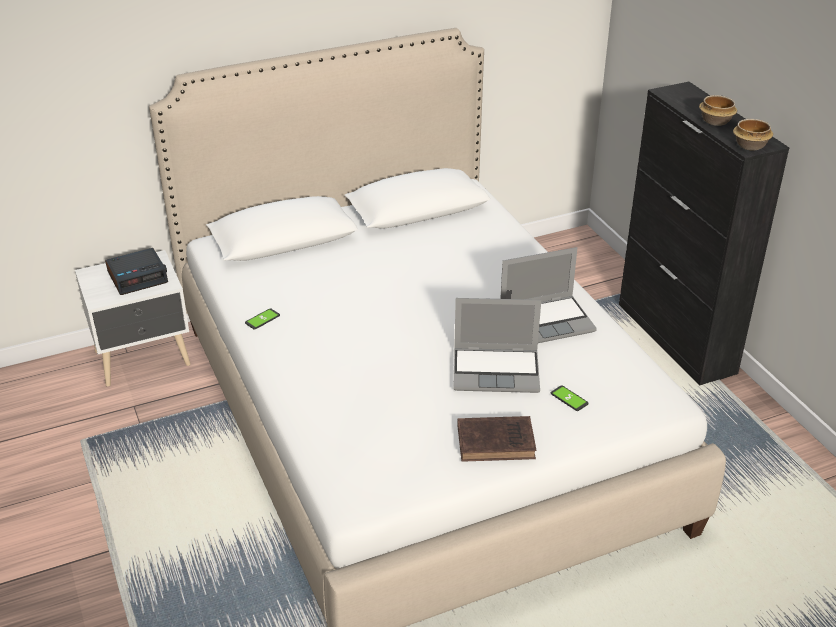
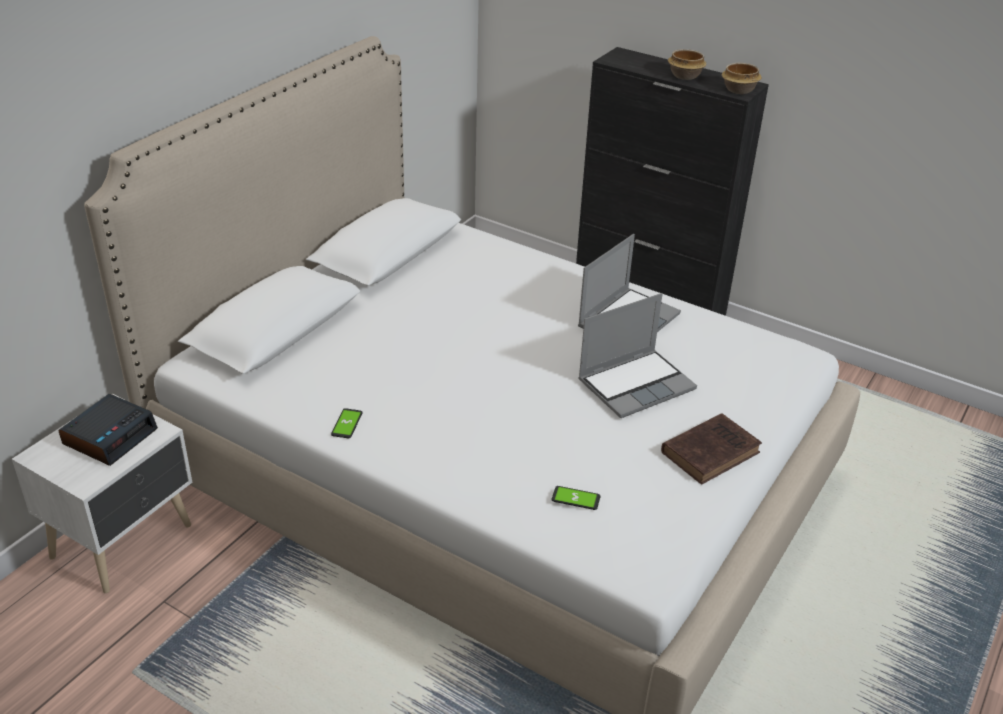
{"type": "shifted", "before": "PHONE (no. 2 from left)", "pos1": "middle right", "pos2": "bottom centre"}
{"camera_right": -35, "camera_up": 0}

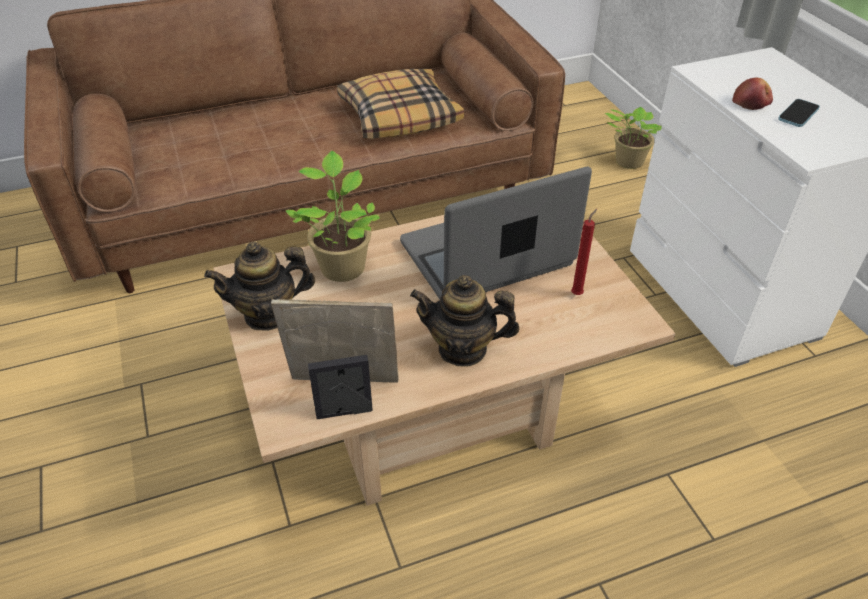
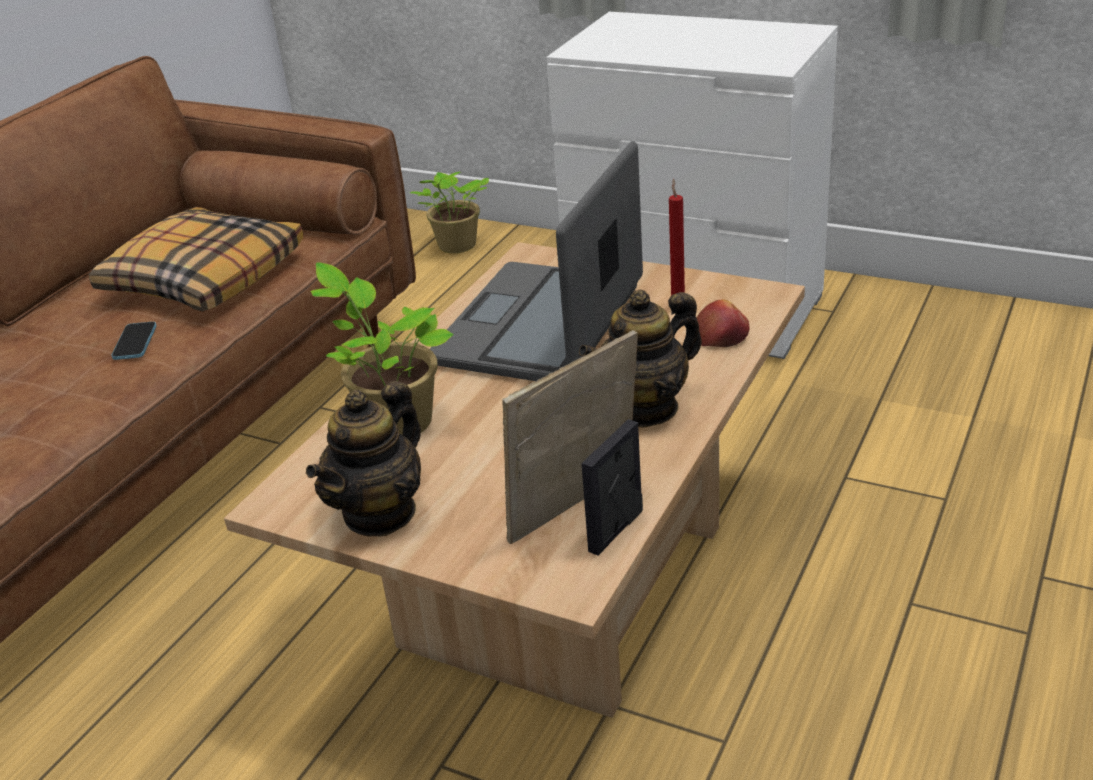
{"type": "shifted", "before": "APPLE", "pos1": "top right", "pos2": "centre"}
{"type": "shifted", "before": "PHONE", "pos1": "top right", "pos2": "middle left"}
{"camera_right": -40, "camera_up": -10}

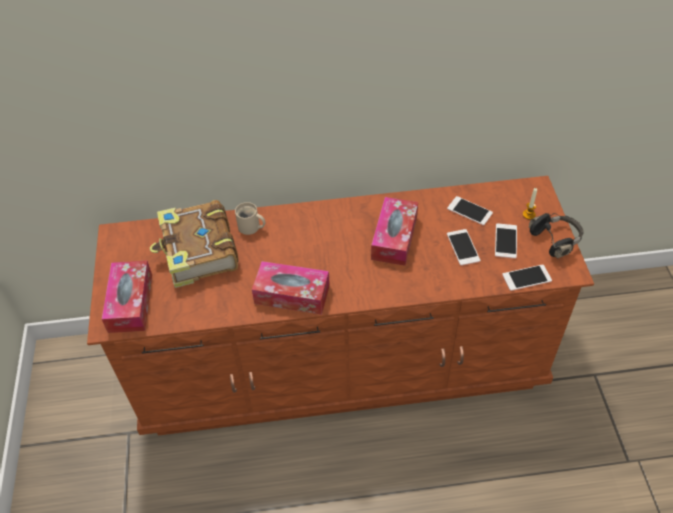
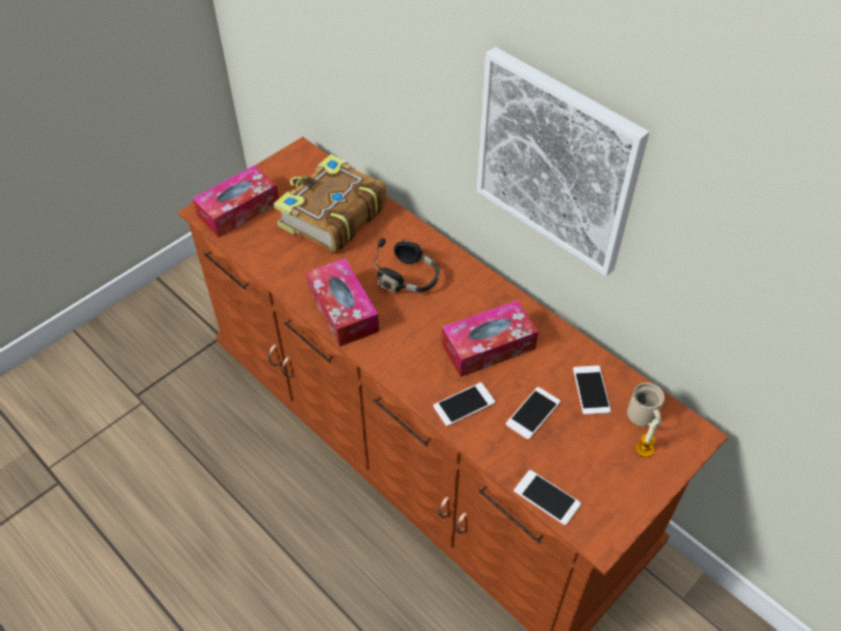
{"type": "shifted", "before": "BEIGE MUG", "pos1": "centre", "pos2": "middle right"}
{"type": "shifted", "before": "PHONE (no. 3 from left in the first image)", "after": "PHONE (no. 1 from left)", "pos1": "middle right", "pos2": "centre"}
{"type": "shifted", "before": "BLACK HEADPHONES", "pos1": "middle right", "pos2": "centre"}
{"type": "new", "after": "PICTURE", "pos2": "top right"}
{"camera_right": 50, "camera_up": 0}

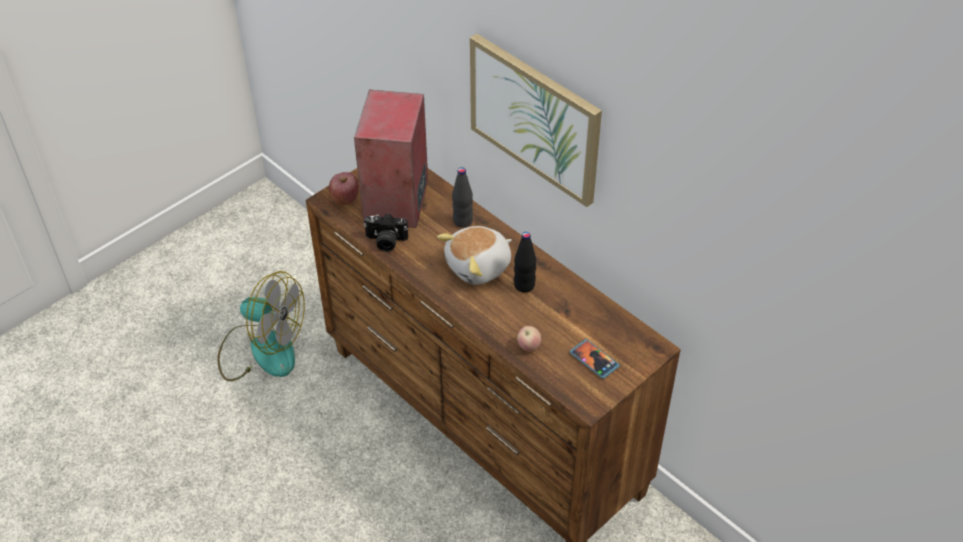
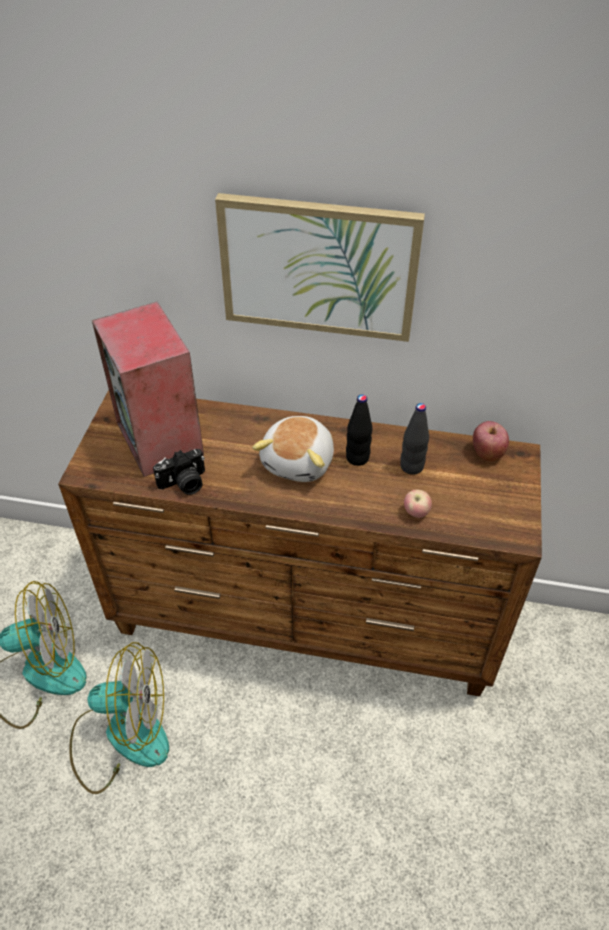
{"type": "shifted", "before": "APPLE (no. 1 from left in the first image)", "after": "APPLE (no. 2 from left)", "pos1": "centre", "pos2": "middle right"}
{"type": "shifted", "before": "BLACK BOTTLE (no. 1 from left in the first image)", "after": "BLACK BOTTLE (no. 2 from left)", "pos1": "centre", "pos2": "middle right"}
{"type": "gone", "before": "PHONE", "pos1": "centre"}
{"type": "new", "after": "FAN (no. 2 from left)", "pos2": "bottom left"}
{"camera_right": -35, "camera_up": 0}

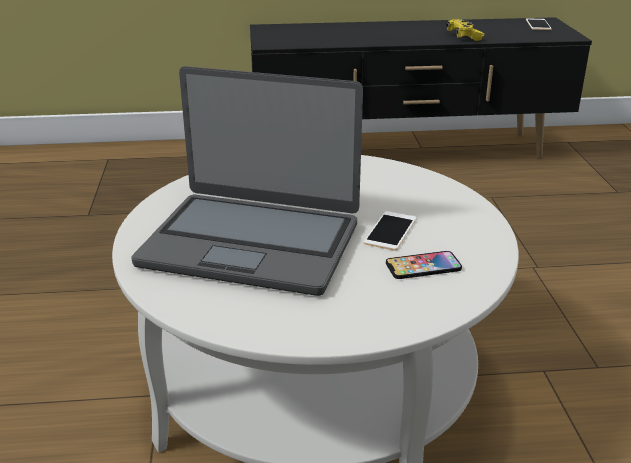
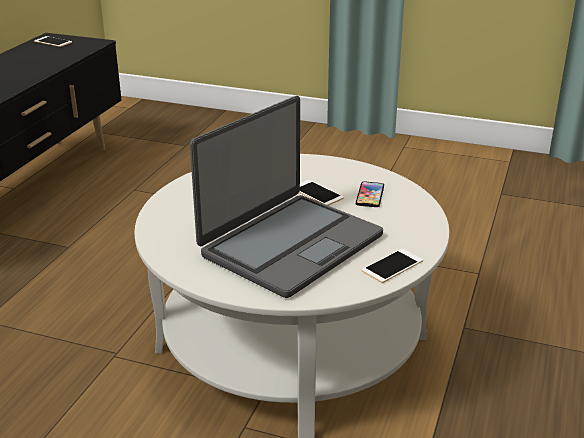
{"type": "gone", "before": "YELLOW GAME CONTROLLER", "pos1": "top right"}
{"type": "new", "after": "PHONE (no. 4 from left)", "pos2": "middle right"}
{"camera_right": -65, "camera_up": 0}

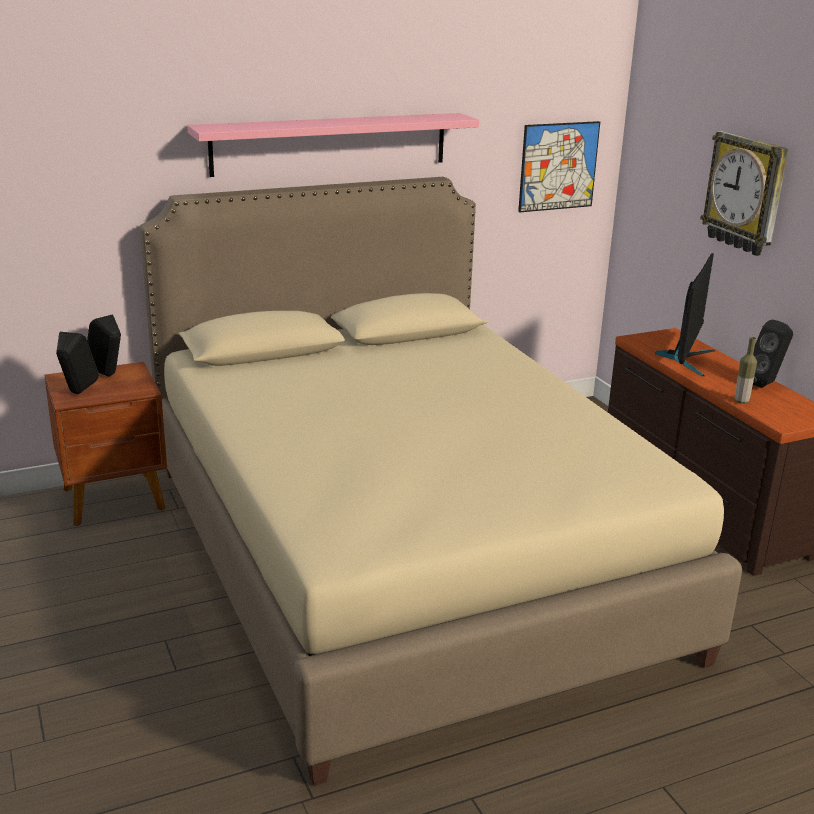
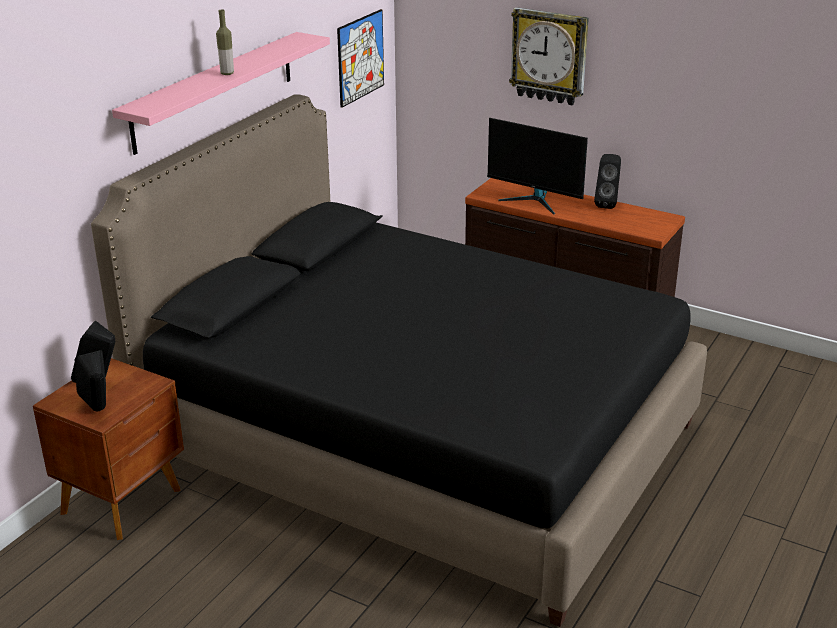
{"type": "repainted", "before": "BEIGE BED", "after": "BLACK BED", "pos1": "centre", "pos2": "centre"}
{"type": "rotated", "before": "MONITOR", "pos1": "middle right", "pos2": "top centre", "turn": 135}
{"type": "shifted", "before": "BOTTLE", "pos1": "middle right", "pos2": "top left"}
{"camera_right": -35, "camera_up": 5}

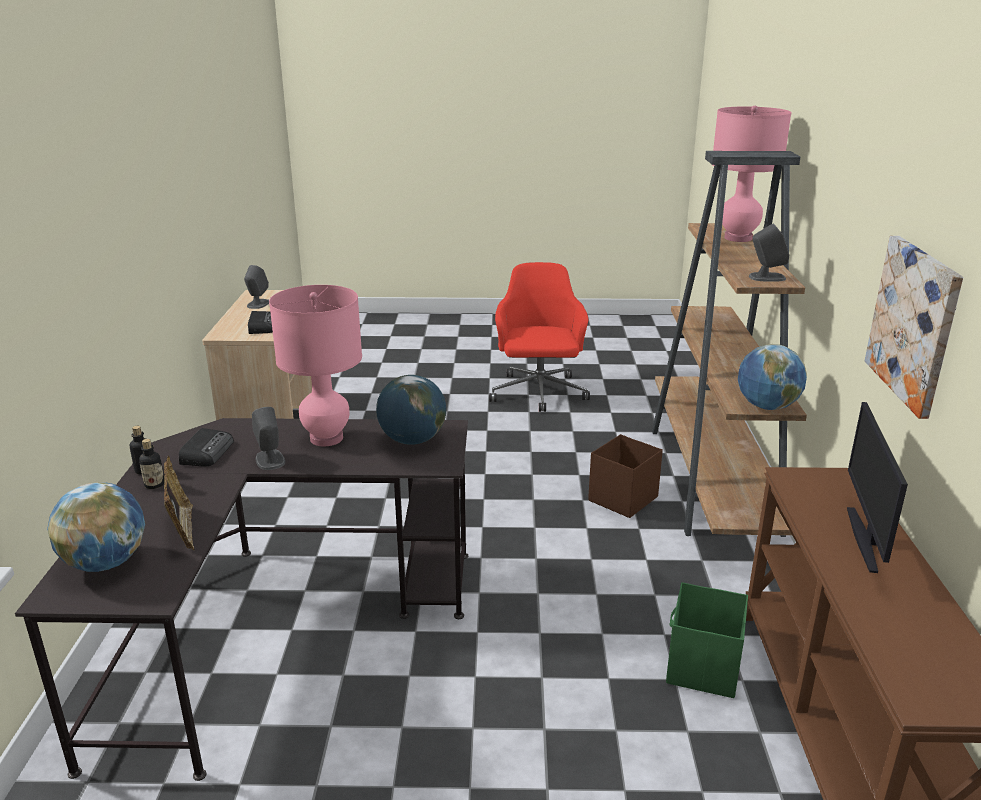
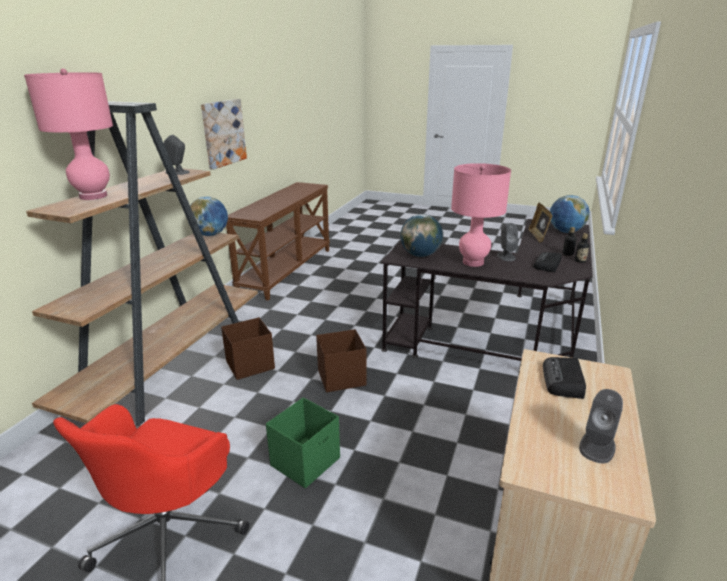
{"type": "shifted", "before": "GREEN STORAGE BOX", "pos1": "bottom right", "pos2": "bottom centre"}
{"type": "gone", "before": "MONITOR", "pos1": "middle right"}
{"type": "new", "after": "BROWN STORAGE BOX (no. 2 from left)", "pos2": "centre"}
{"camera_right": -160, "camera_up": 0}

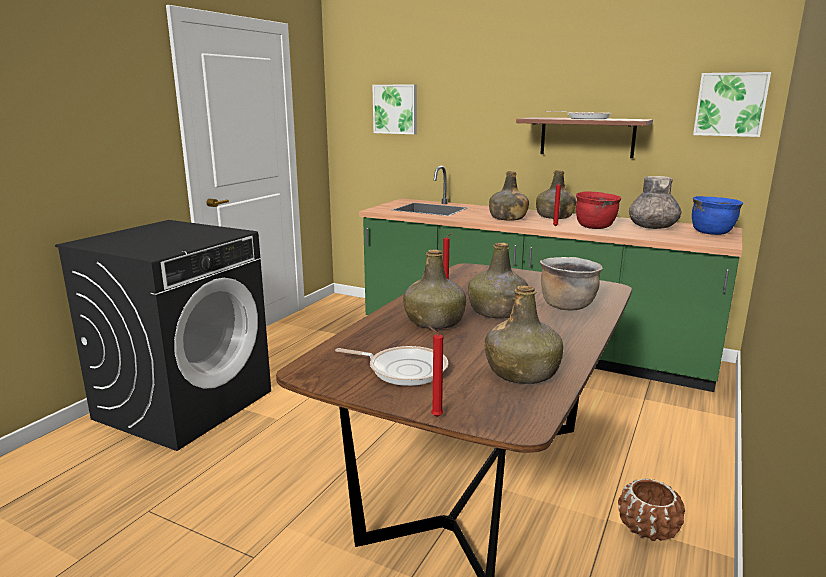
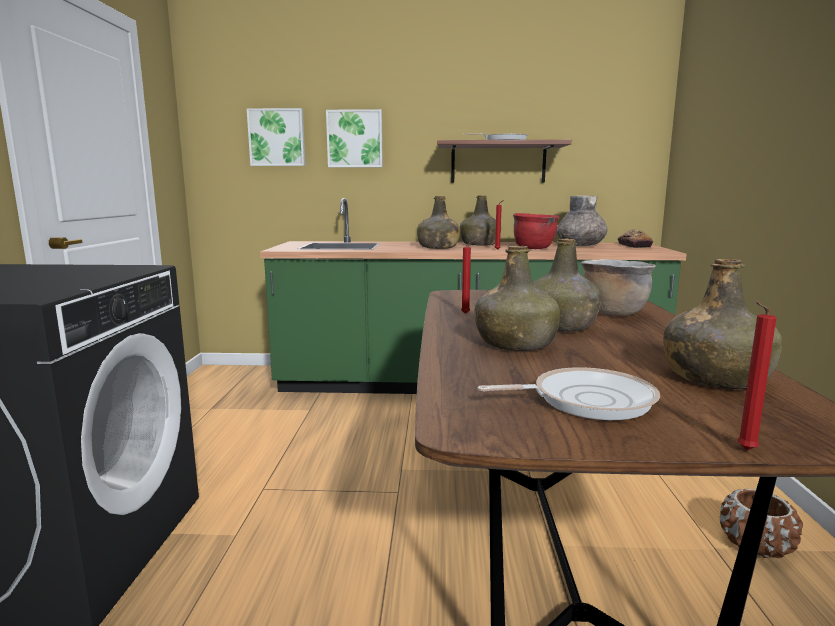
{"type": "swapped", "before": "BLUE COOKING POT", "after": "BREAD", "pos1": "middle right", "pos2": "middle right"}
{"type": "shifted", "before": "PICTURE (no. 2 from left)", "pos1": "top right", "pos2": "top centre"}
{"camera_right": -25, "camera_up": -5}

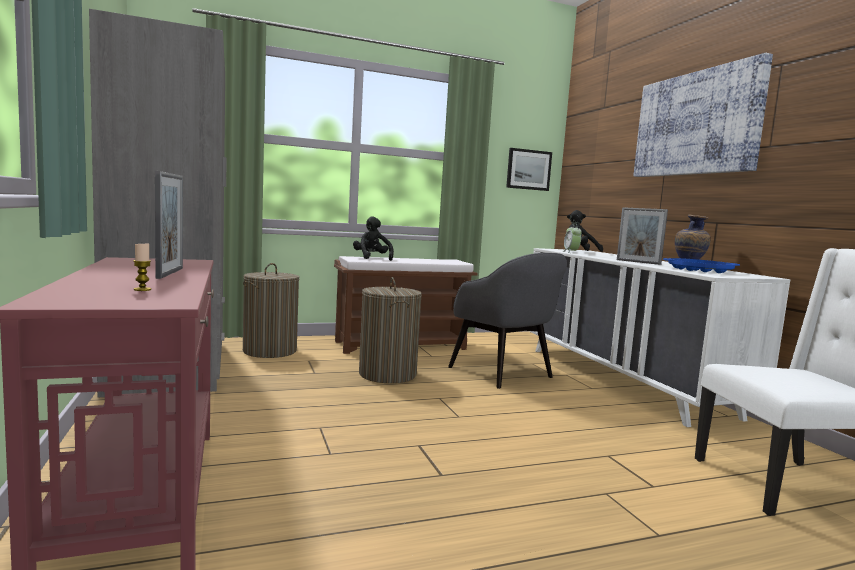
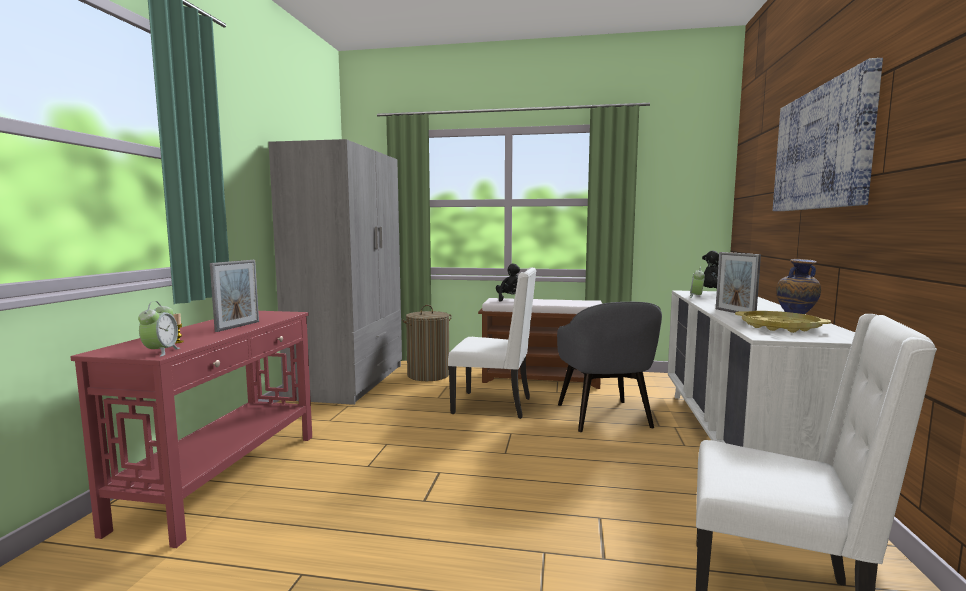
{"type": "swapped", "before": "LAUNDRY BASKET (no. 2 from left)", "after": "WHITE CHAIR (no. 1 from left)", "pos1": "centre", "pos2": "centre"}
{"type": "gone", "before": "PICTURE (no. 1 from left)", "pos1": "top centre"}
{"type": "repainted", "before": "BLUE TRAY", "after": "YELLOW TRAY", "pos1": "middle right", "pos2": "middle right"}
{"type": "new", "after": "ALARM CLOCK (no. 1 from left)", "pos2": "middle left"}
{"camera_right": 30, "camera_up": 0}

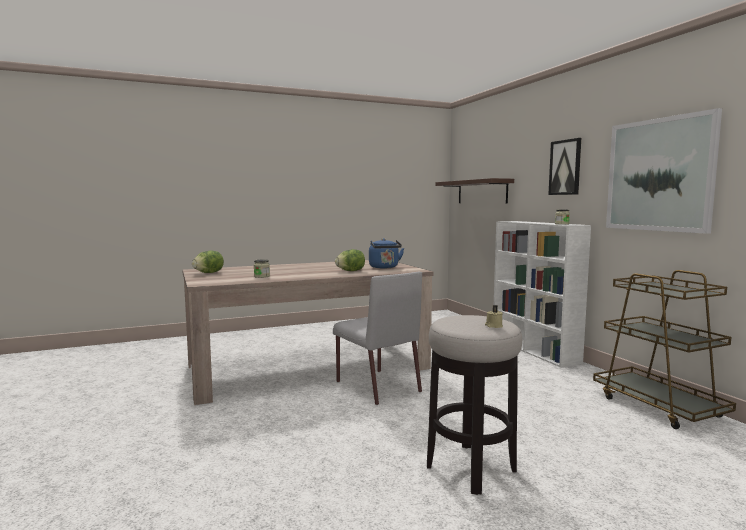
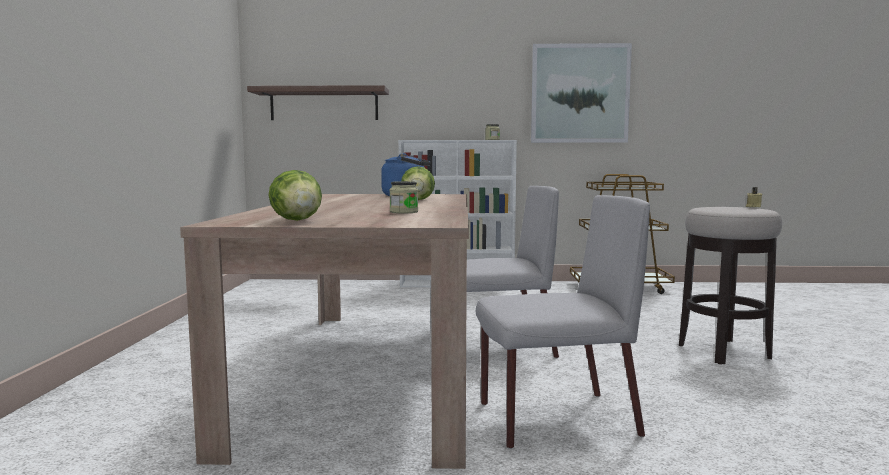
{"type": "gone", "before": "PICTURE (no. 1 from left)", "pos1": "top right"}
{"type": "new", "after": "GREY CHAIR (no. 2 from left)", "pos2": "bottom centre"}
{"camera_right": -65, "camera_up": 0}

